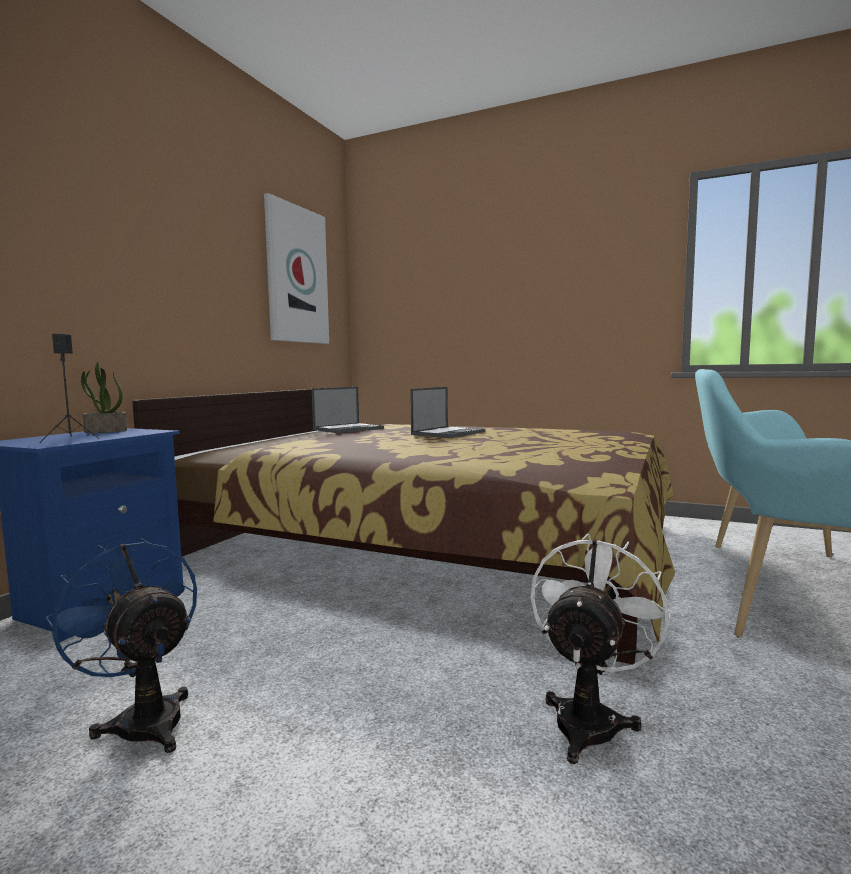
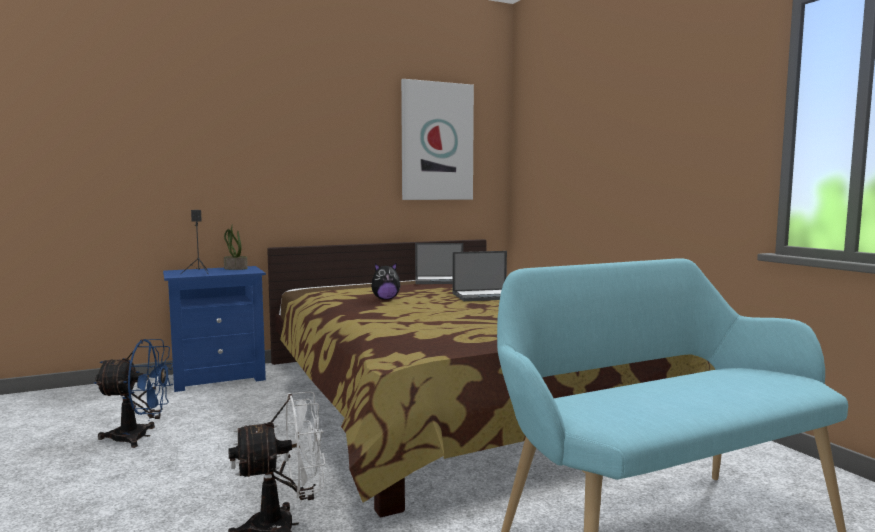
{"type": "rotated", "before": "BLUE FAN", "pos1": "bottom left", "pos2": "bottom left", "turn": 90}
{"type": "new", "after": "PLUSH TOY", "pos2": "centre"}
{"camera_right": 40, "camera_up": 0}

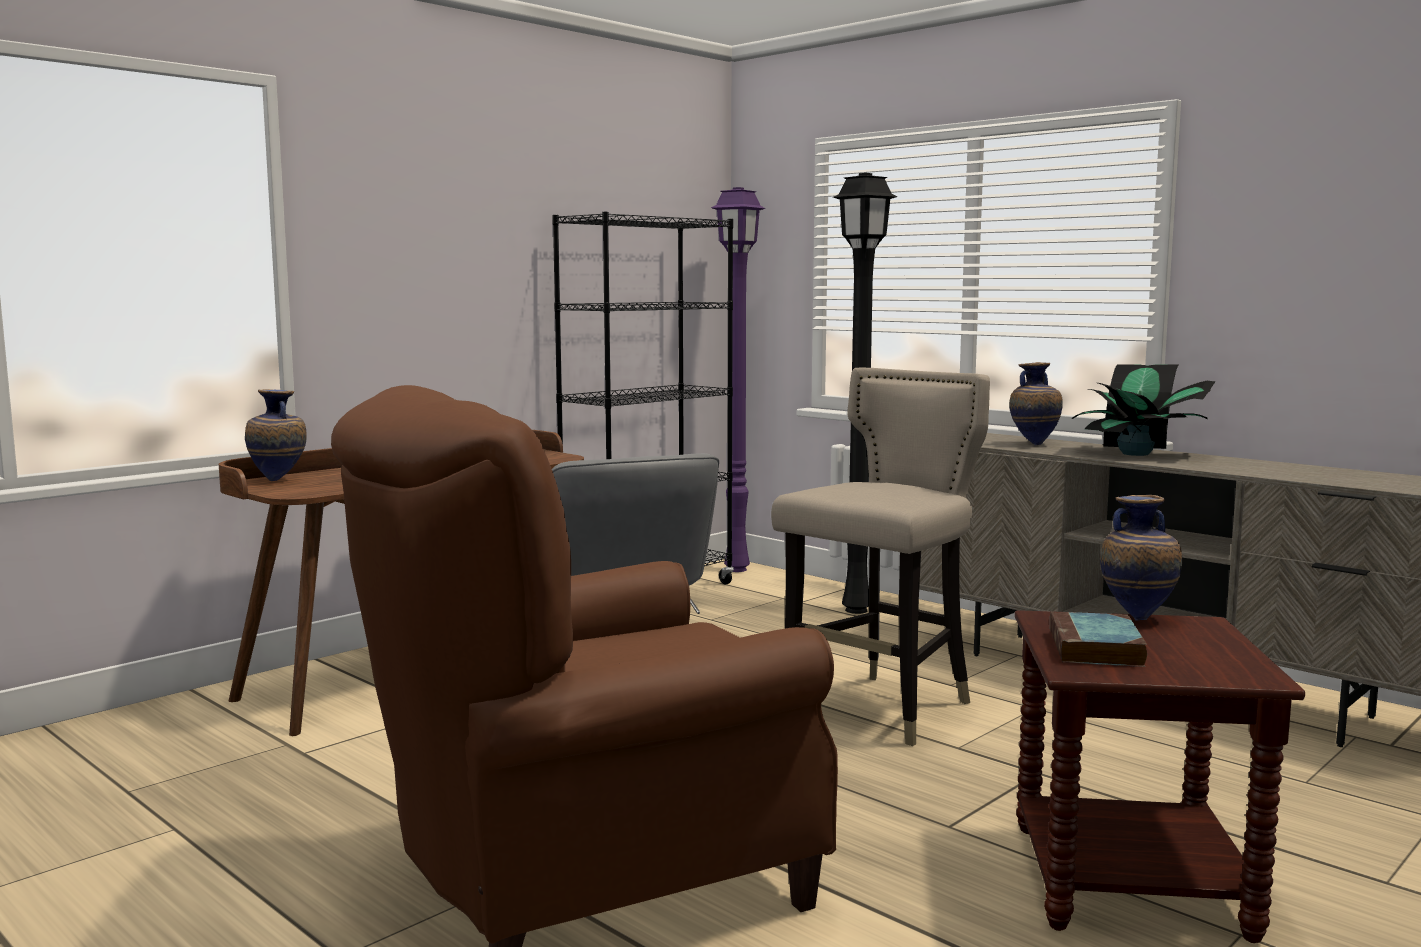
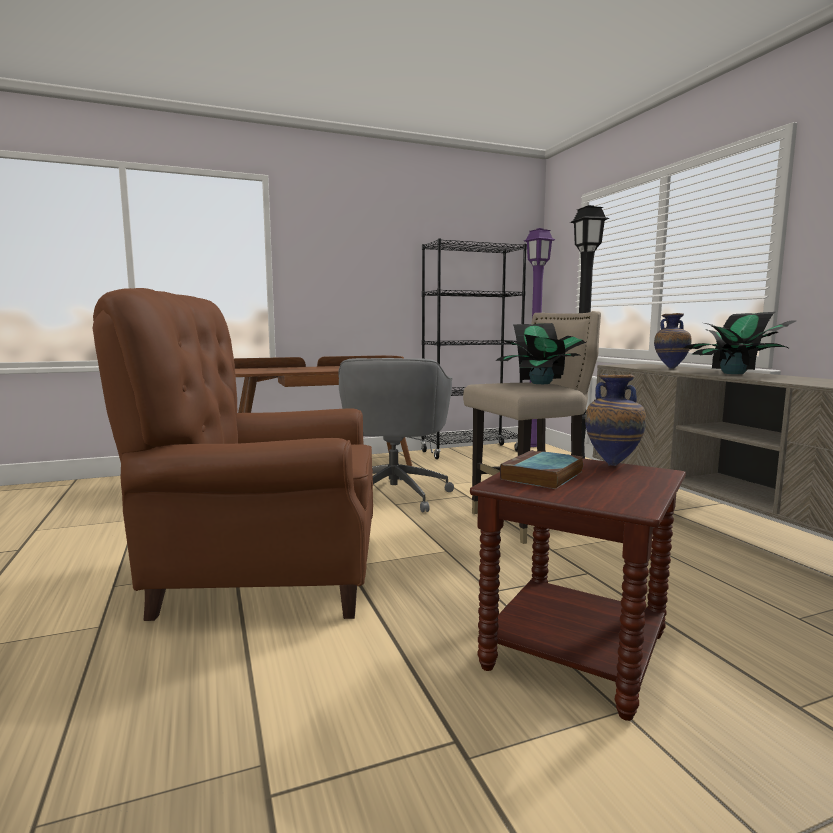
{"type": "gone", "before": "VASE (no. 1 from left)", "pos1": "middle left"}
{"type": "new", "after": "POTTED PLANT (no. 1 from left)", "pos2": "centre"}
{"camera_right": 25, "camera_up": 0}

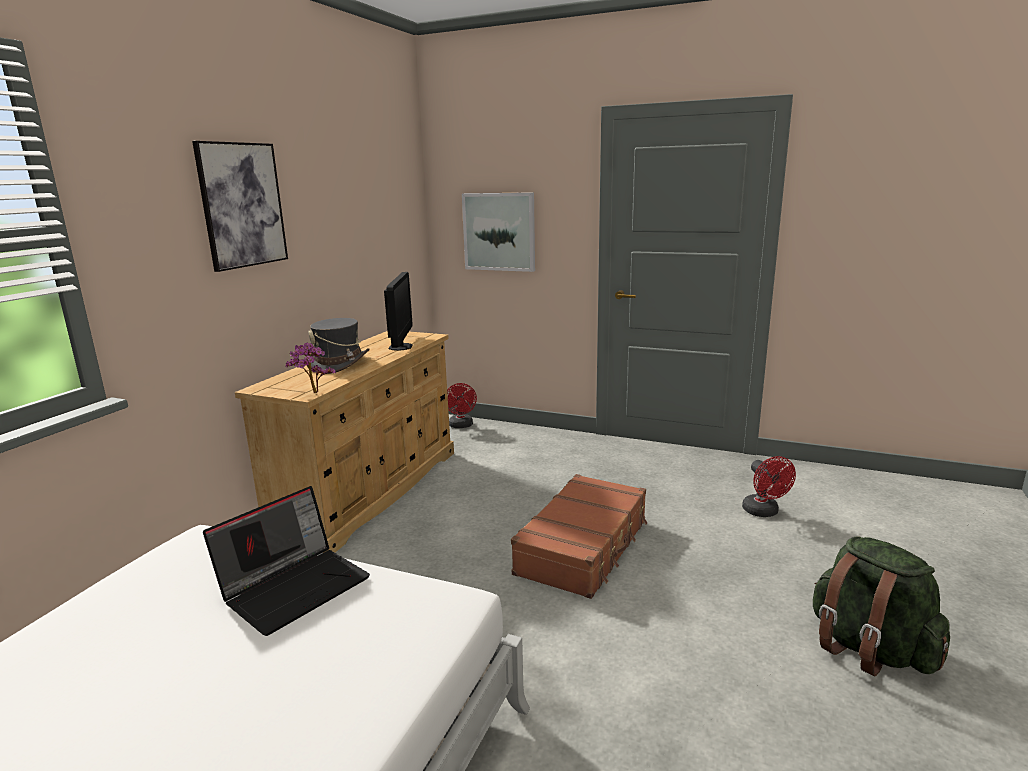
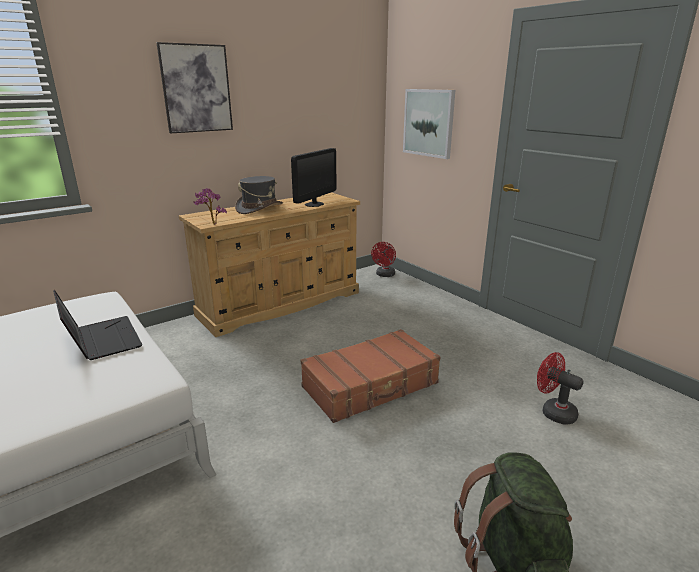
{"type": "rotated", "before": "LAPTOP", "pos1": "bottom left", "pos2": "middle left", "turn": -105}
{"type": "rotated", "before": "RED FAN (no. 2 from left)", "pos1": "middle right", "pos2": "bottom right", "turn": 120}
{"camera_right": 30, "camera_up": 5}

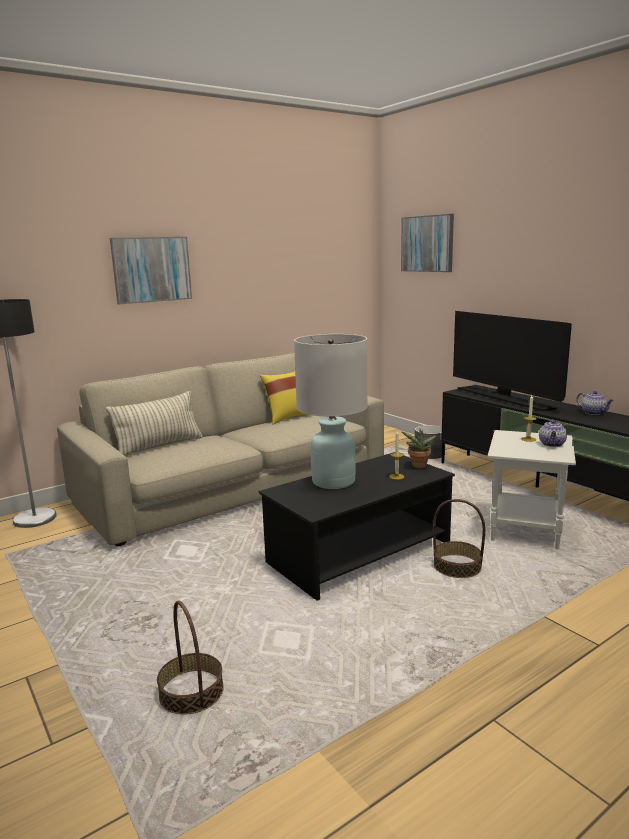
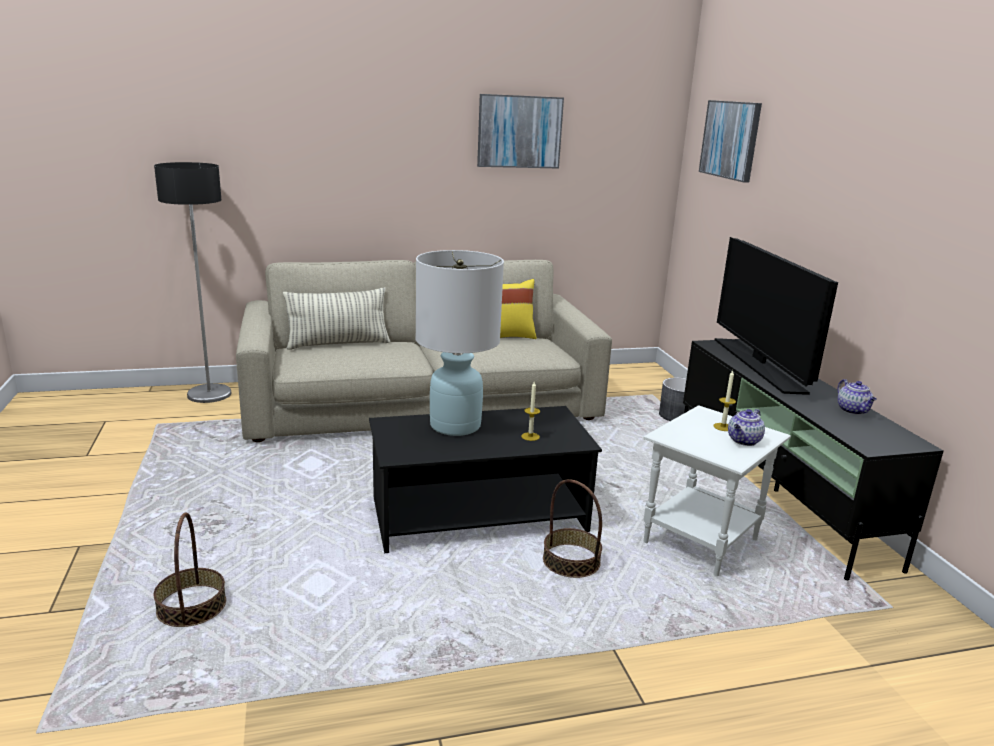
{"type": "shifted", "before": "PICTURE (no. 1 from left)", "pos1": "top left", "pos2": "top centre"}
{"type": "gone", "before": "POTTED PLANT", "pos1": "centre"}
{"camera_right": 20, "camera_up": 5}

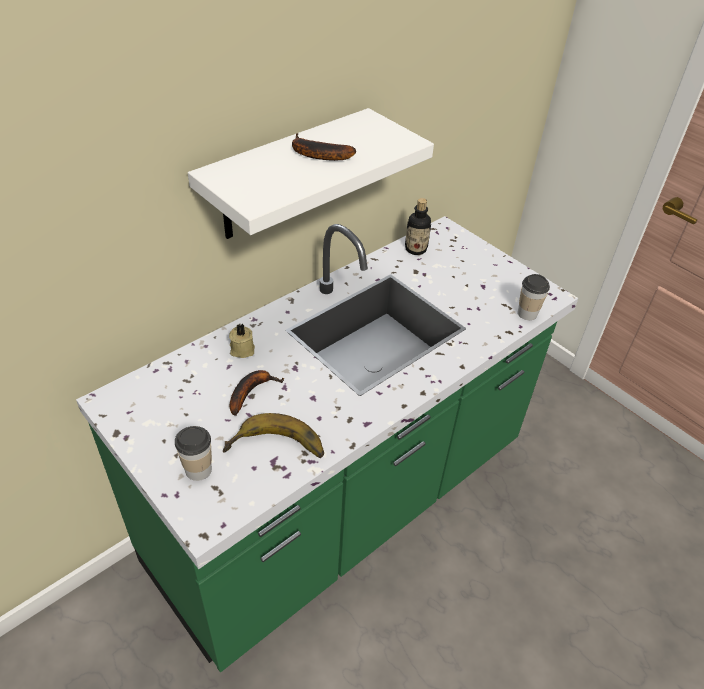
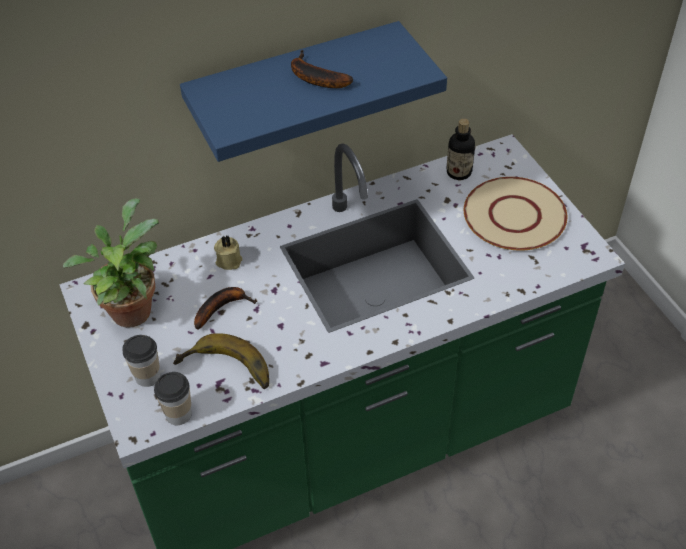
{"type": "repainted", "before": "WHITE SHELF", "after": "BLUE SHELF", "pos1": "top centre", "pos2": "top centre"}
{"type": "shifted", "before": "CUP (no. 2 from left)", "pos1": "middle right", "pos2": "bottom left"}
{"type": "new", "after": "POTTED PLANT", "pos2": "middle left"}
{"type": "new", "after": "BEIGE PLATE", "pos2": "middle right"}
{"camera_right": 20, "camera_up": 5}

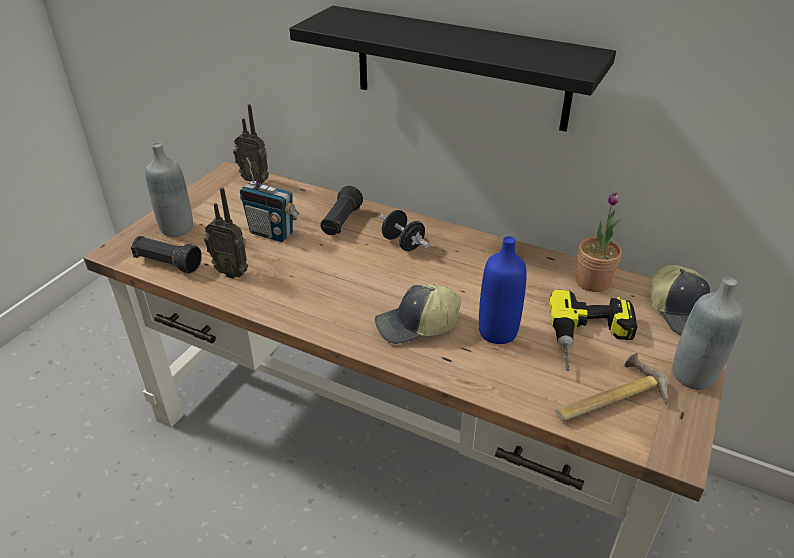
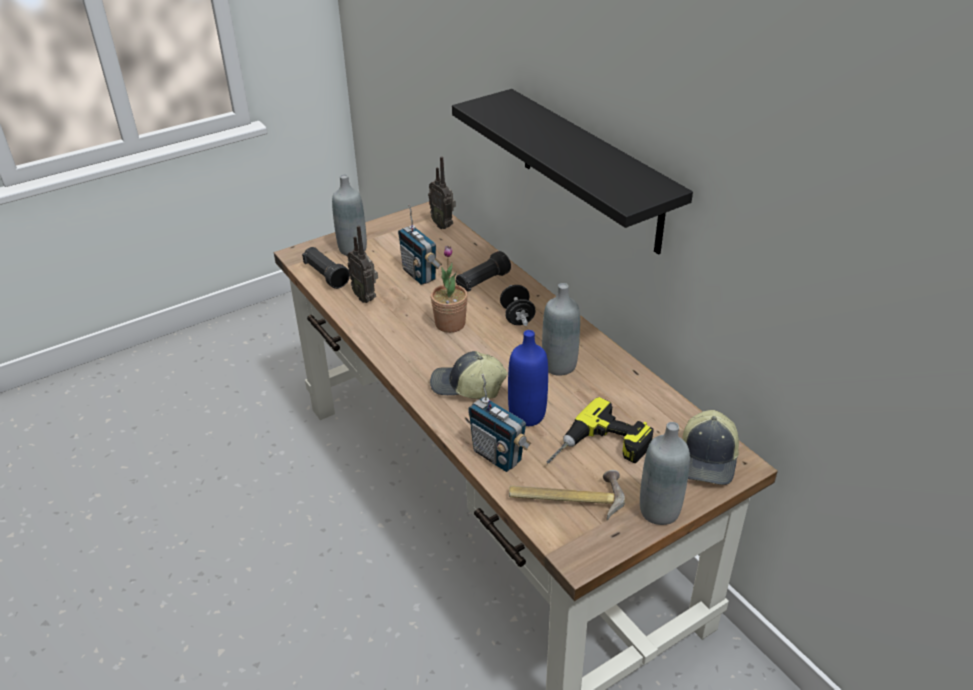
{"type": "shifted", "before": "POTTED PLANT", "pos1": "middle right", "pos2": "centre"}
{"type": "new", "after": "RADIO (no. 4 from left)", "pos2": "centre"}
{"type": "new", "after": "GREY BOTTLE (no. 2 from left)", "pos2": "centre"}
{"camera_right": 30, "camera_up": 0}

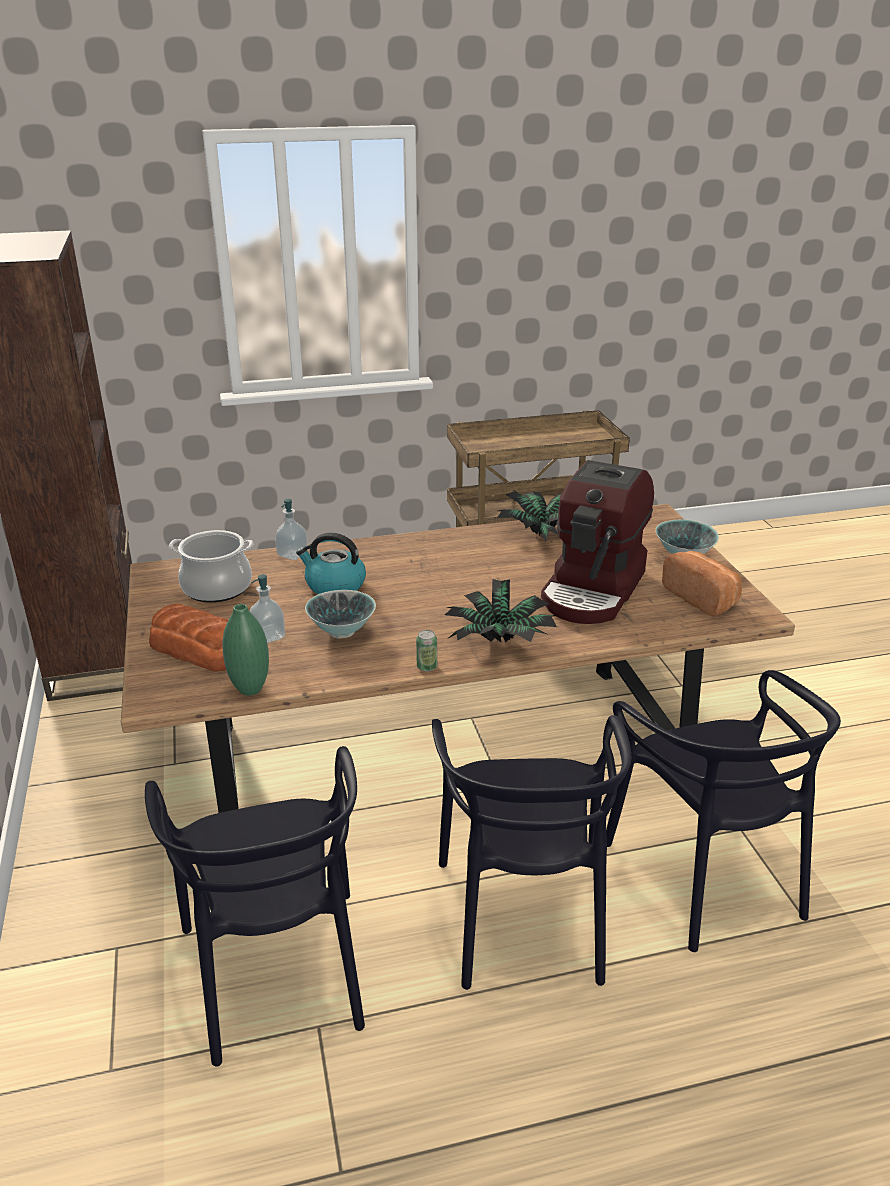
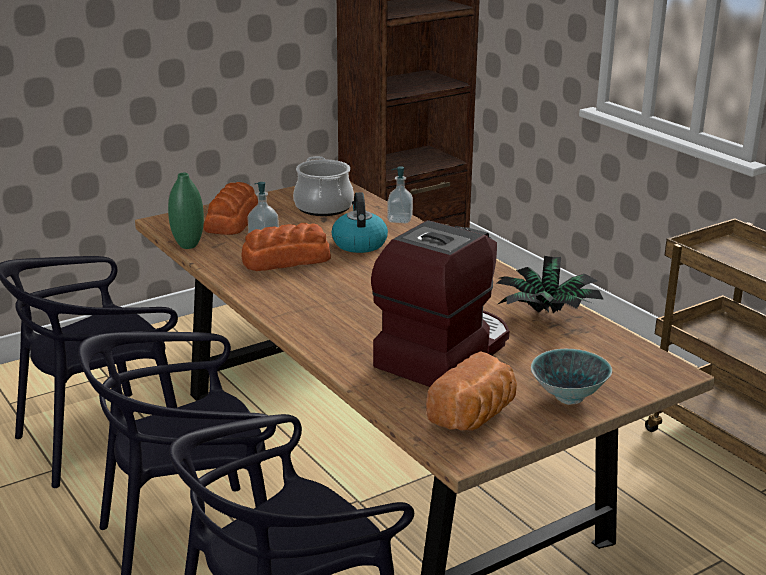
{"type": "swapped", "before": "BOWL (no. 1 from left)", "after": "BREAD (no. 2 from left)", "pos1": "centre", "pos2": "centre"}
{"type": "gone", "before": "CAN", "pos1": "centre"}
{"type": "gone", "before": "POTTED PLANT (no. 1 from left)", "pos1": "centre"}
{"type": "rotated", "before": "COFFEE MACHINE", "pos1": "middle right", "pos2": "centre", "turn": 120}
{"camera_right": 70, "camera_up": -5}

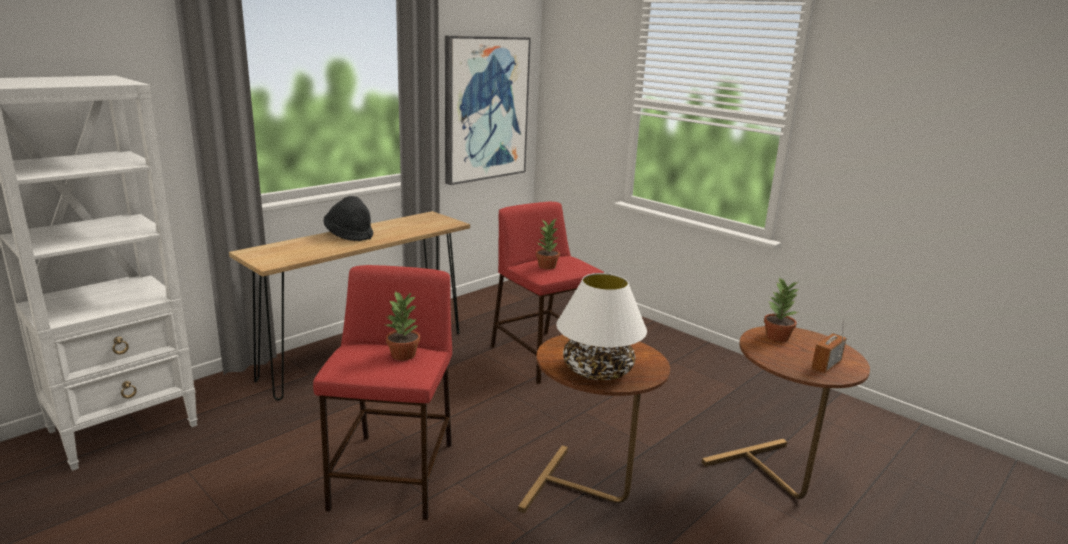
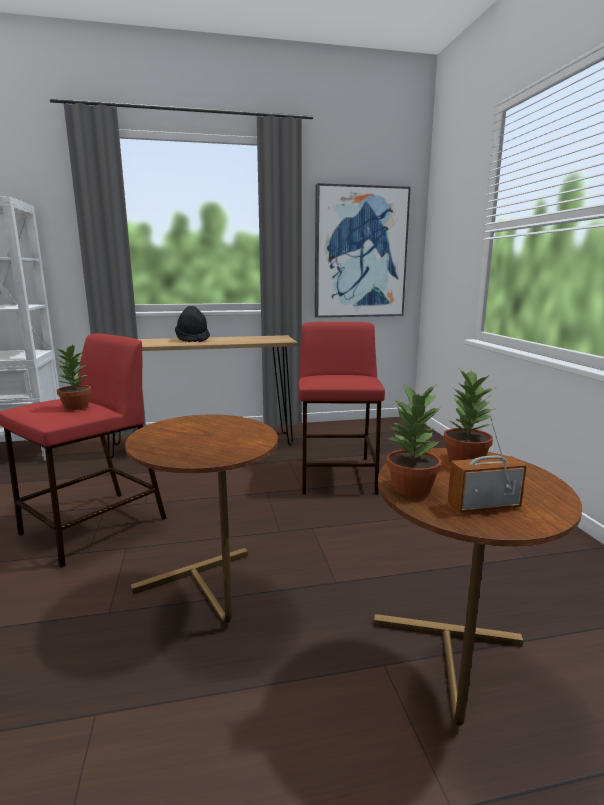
{"type": "shifted", "before": "POTTED PLANT (no. 2 from left)", "pos1": "centre", "pos2": "middle right"}
{"type": "gone", "before": "WHITE TABLE LAMP", "pos1": "centre"}
{"camera_right": 35, "camera_up": -5}

